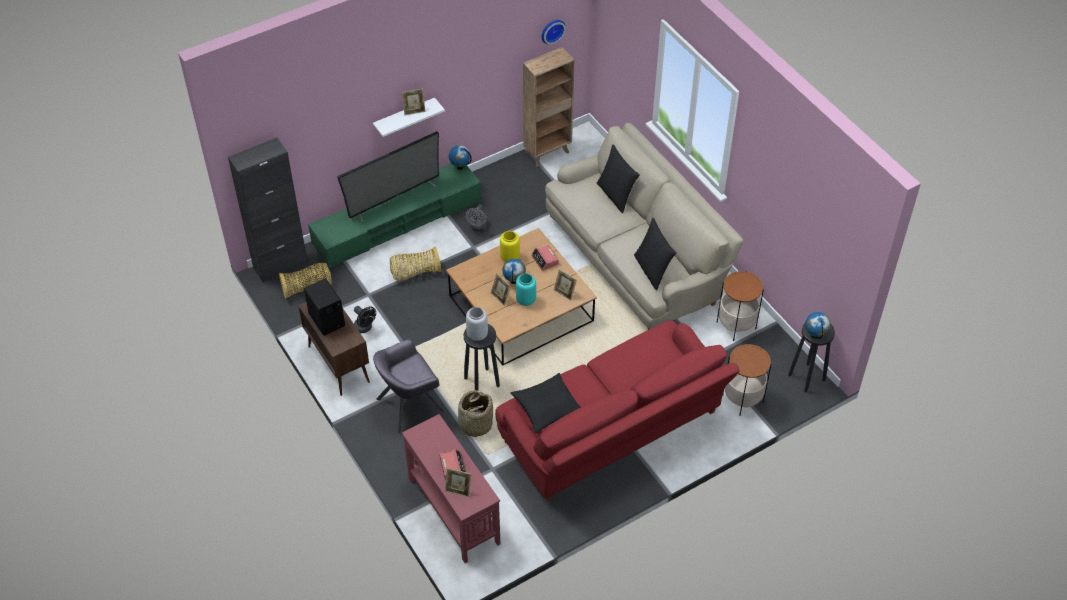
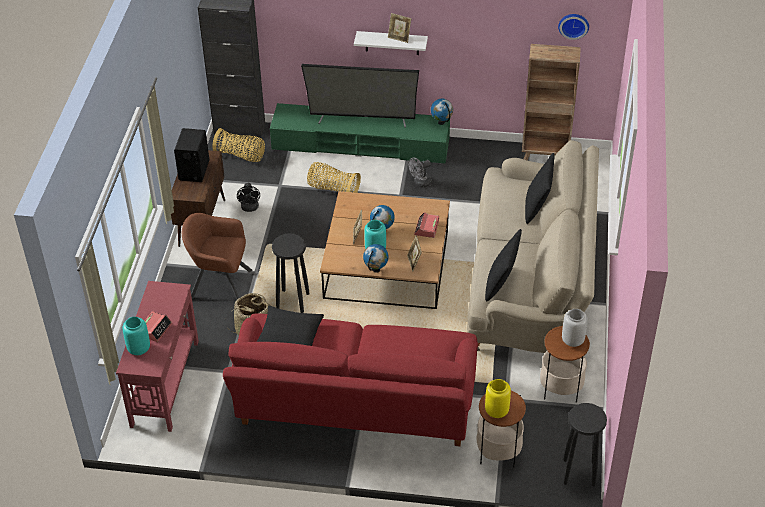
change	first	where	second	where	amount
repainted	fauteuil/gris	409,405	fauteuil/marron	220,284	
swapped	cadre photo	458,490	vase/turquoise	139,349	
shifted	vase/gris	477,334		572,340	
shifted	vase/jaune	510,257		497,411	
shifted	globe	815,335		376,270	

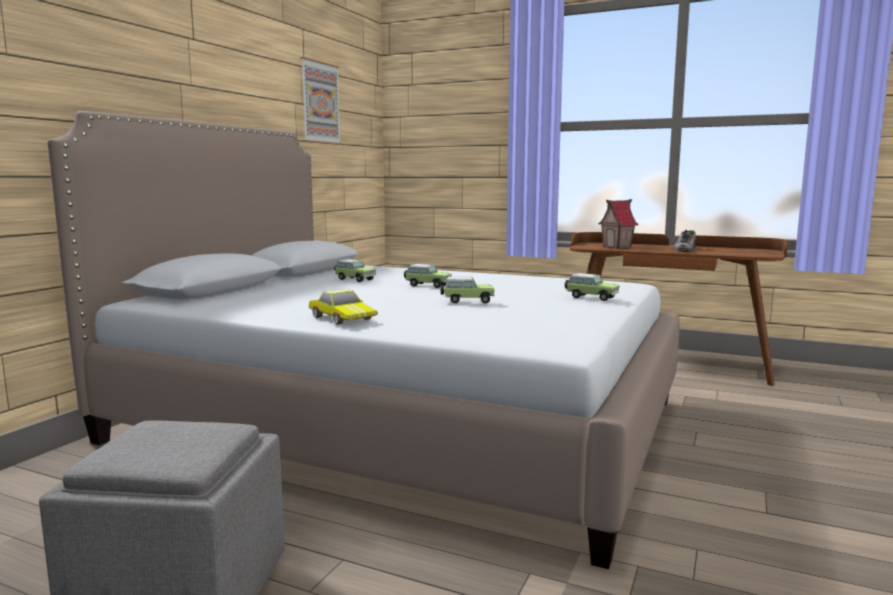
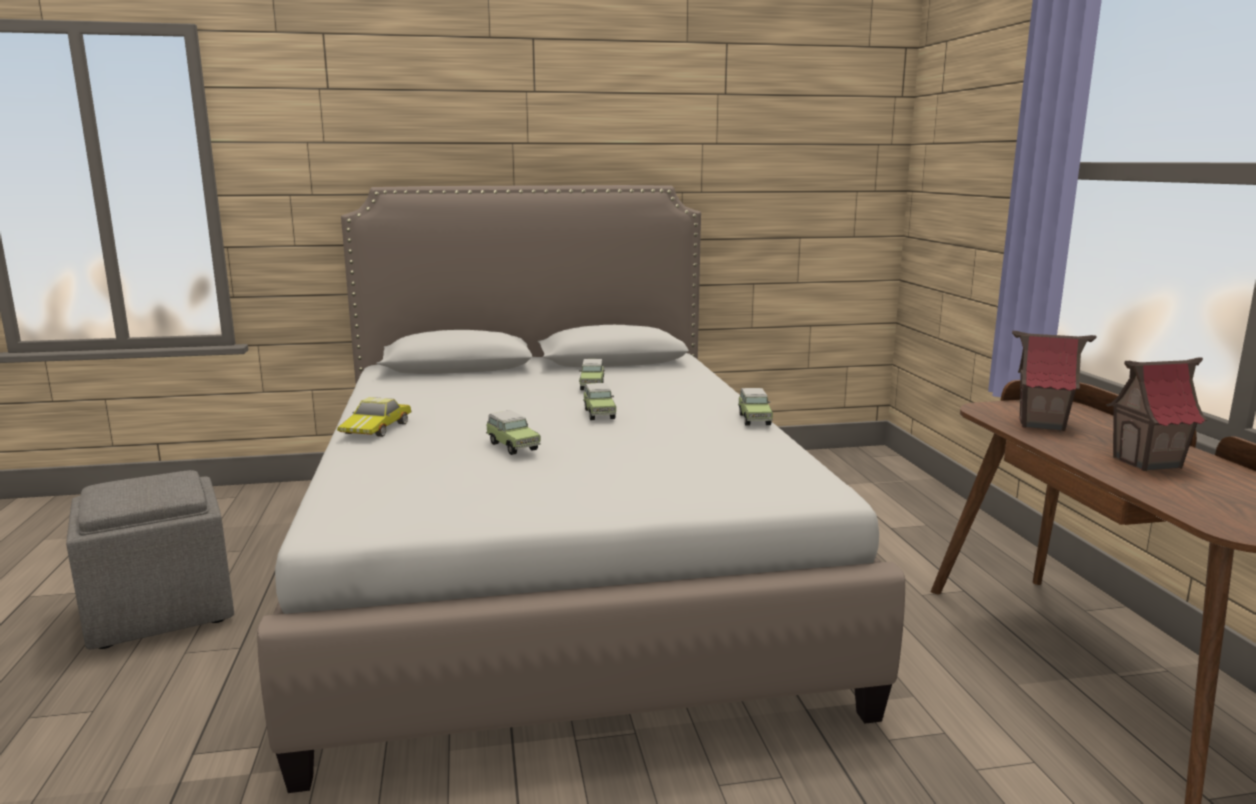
change	first	where	second	where	amount
gone	tableau	320,103			
shifted	petite voiture	590,297		754,419	
swapped	chaussure	684,249	maison miniature	1147,462	

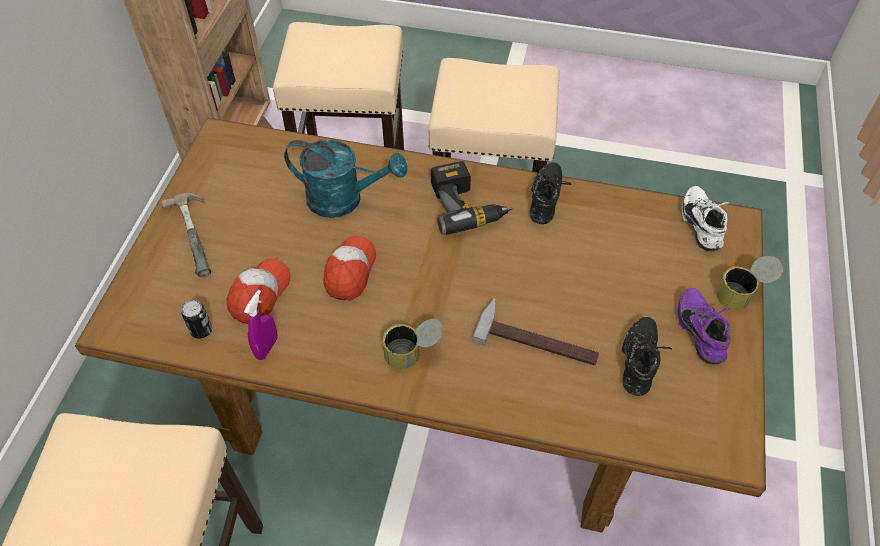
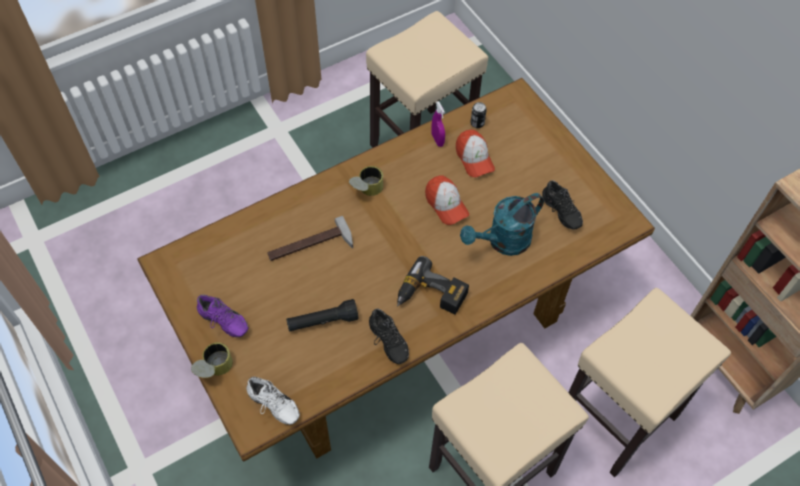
change	first	where	second	where	amount
gone	marteau	198,234			
shifted	chaussure/noir	641,362		559,212	
new			lampe de poche/noir	322,321	

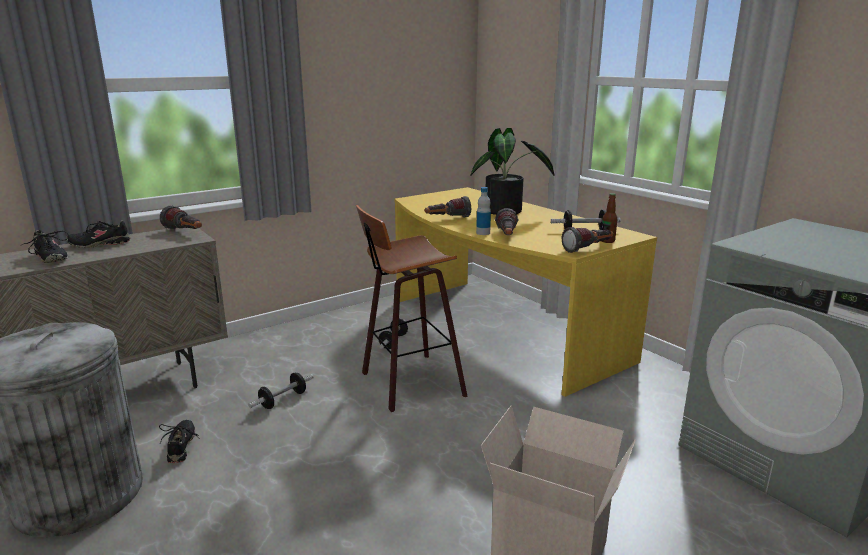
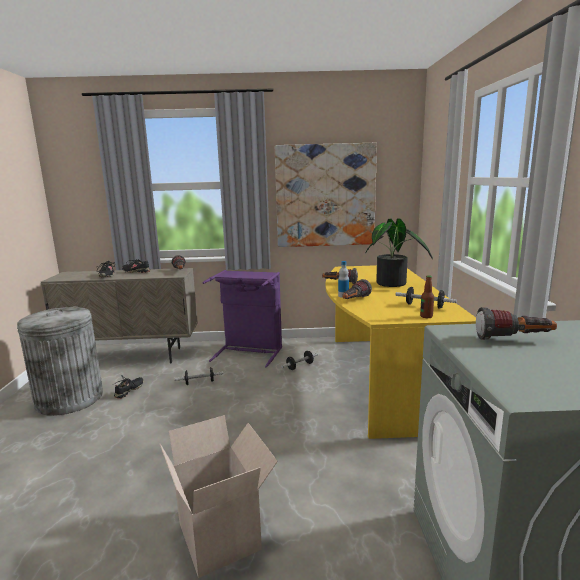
change	first	where	second	where	amount
gone	tabouret	408,383			
shifted	lampe de poche	588,249		513,340	
new			panier à linge/violet	249,352	
new			tableau	325,196	

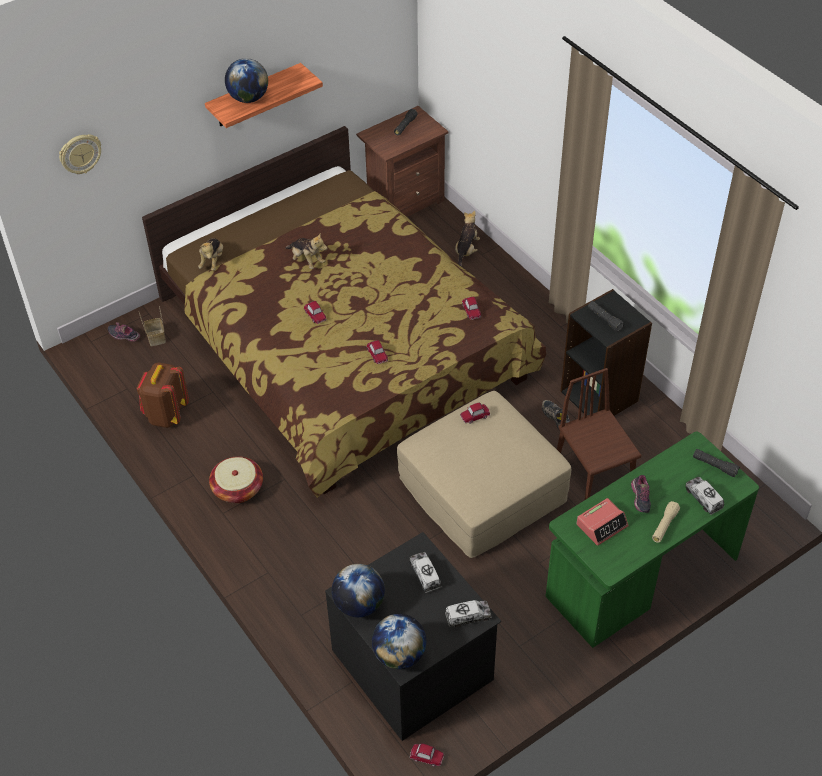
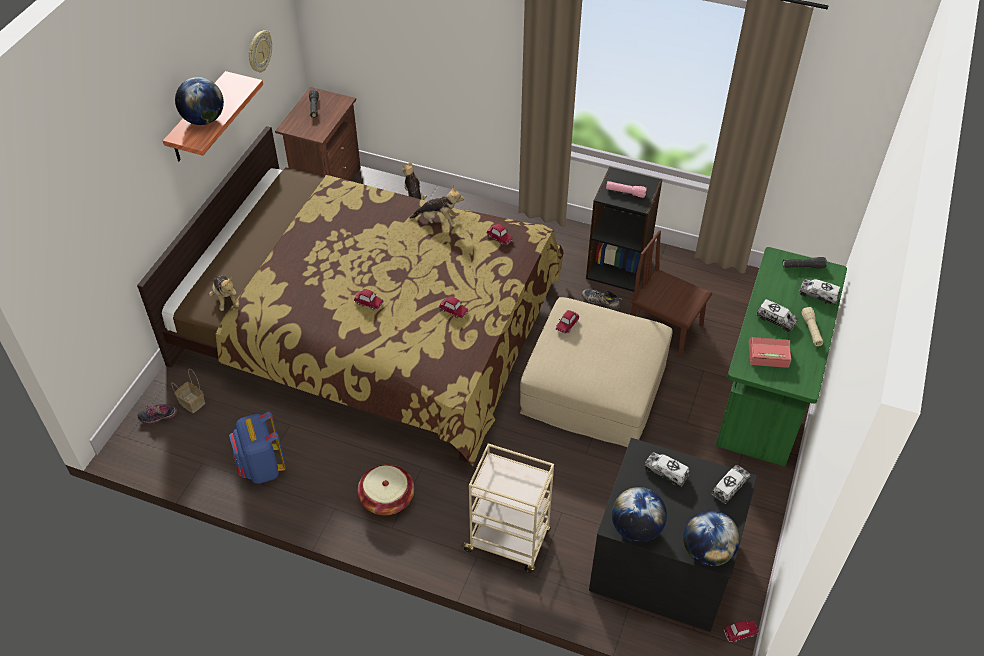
change	first	where	second	where	amount
shifted	horloge murale	80,154		259,51	
repainted	sac à dos/marron	166,415	sac à dos/bleu	262,468	
shifted	peluche	306,260		438,220	
rotated	réveil	602,525		768,354	105 degrees counterclockwise
repainted	lampe de poche/noir	604,319	lampe de poche/rose	625,192	
swapped	chaussure	639,499	camion jouet	776,320	
new			chariot/beige	508,541	

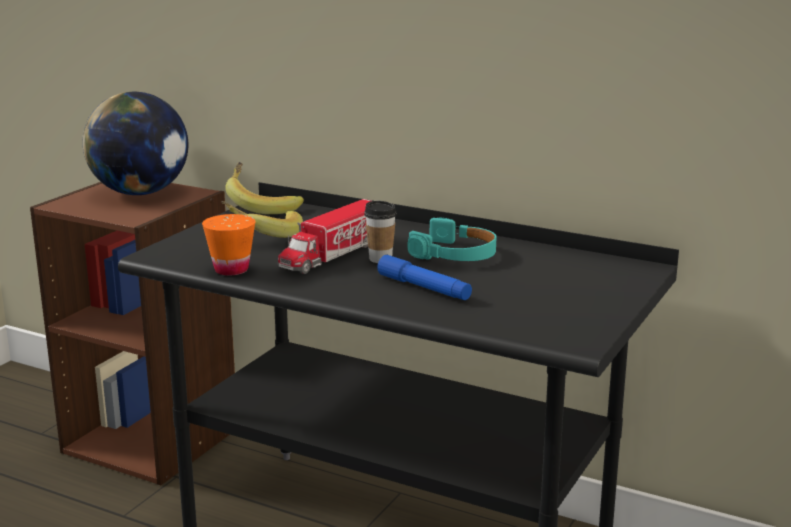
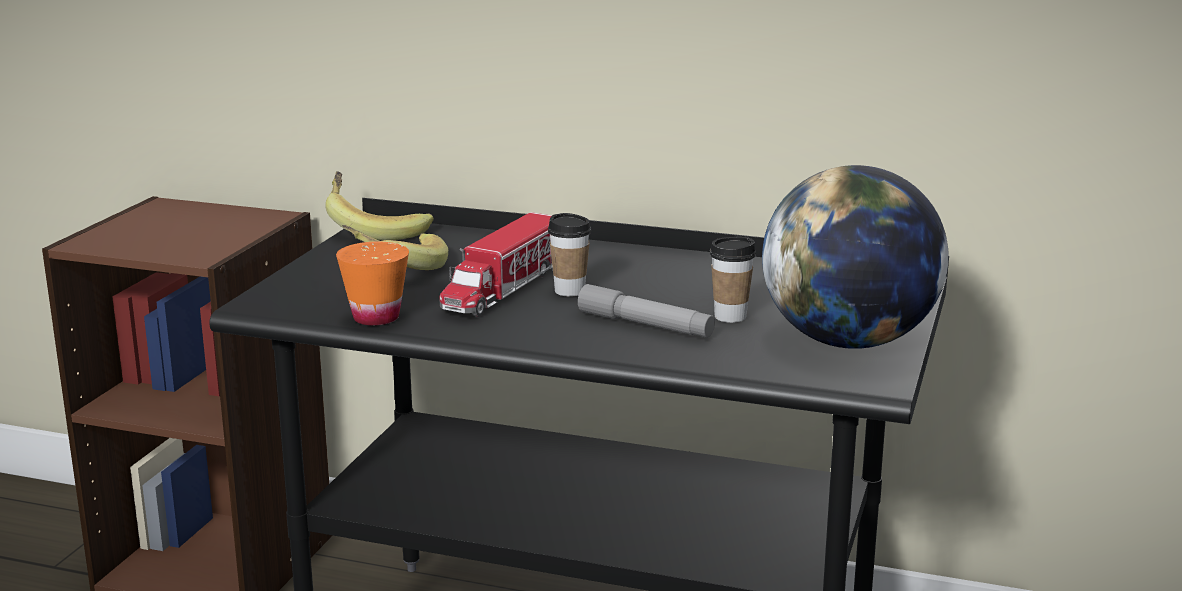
change	first	where	second	where	amount
shifted	globe	140,193		849,341	
repainted	lampe de poche/bleu	424,288	lampe de poche/gris	645,325	
gone	casque audio/turquoise	455,254			
new			tasse	730,317	

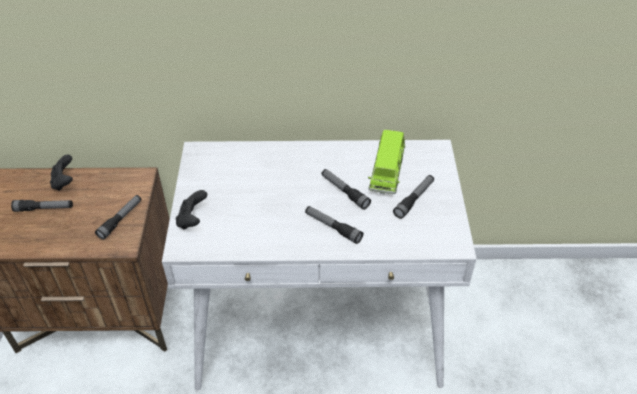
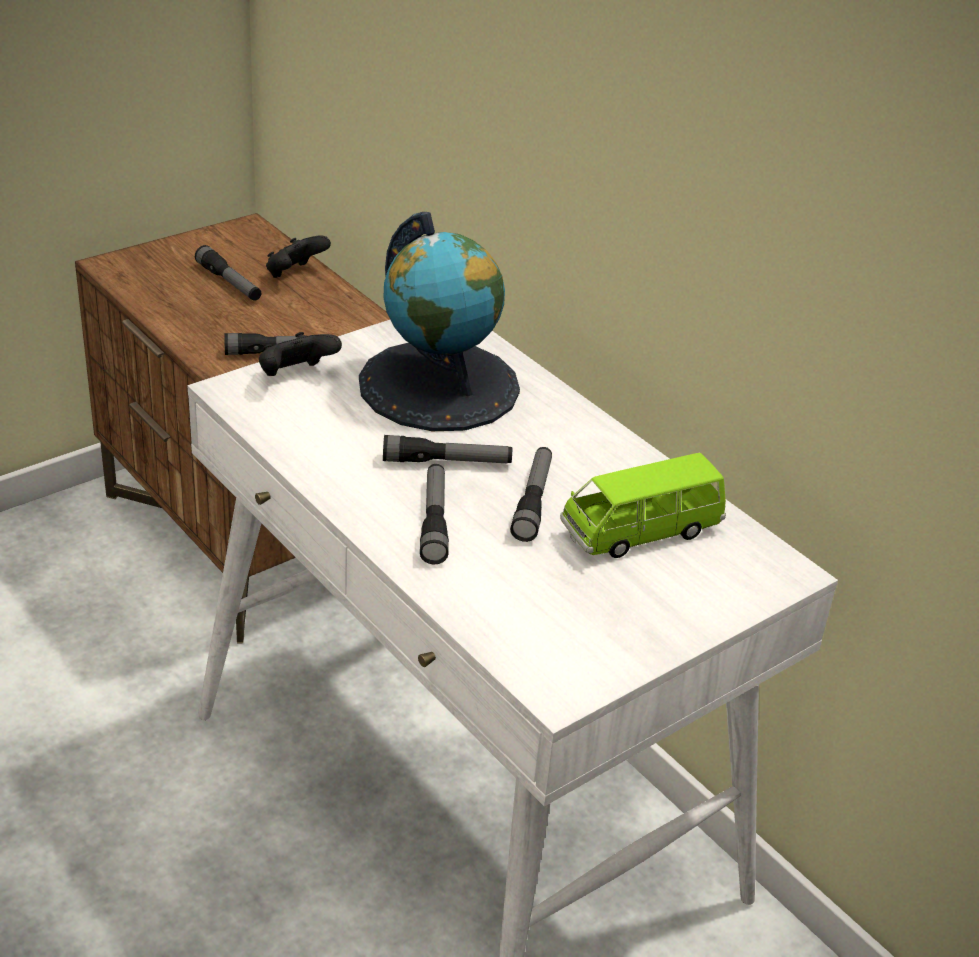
change	first	where	second	where	amount
shifted	lampe de poche	414,199		447,462	
new			globe	439,385	

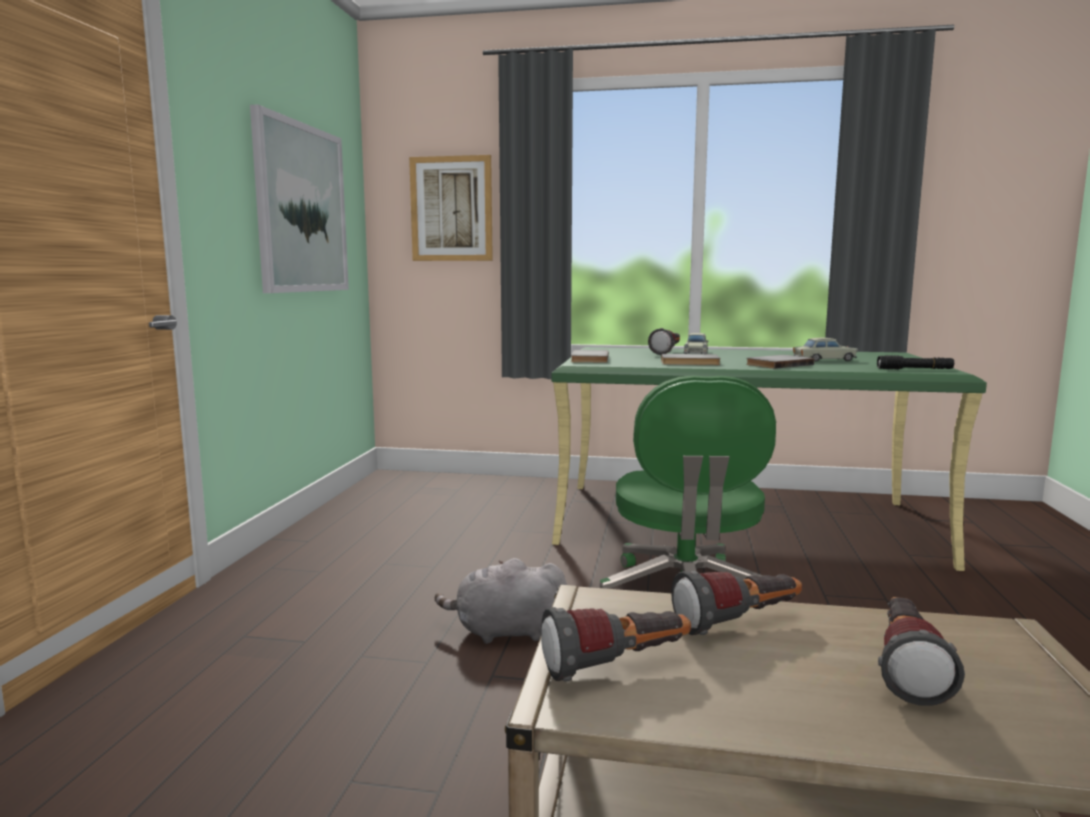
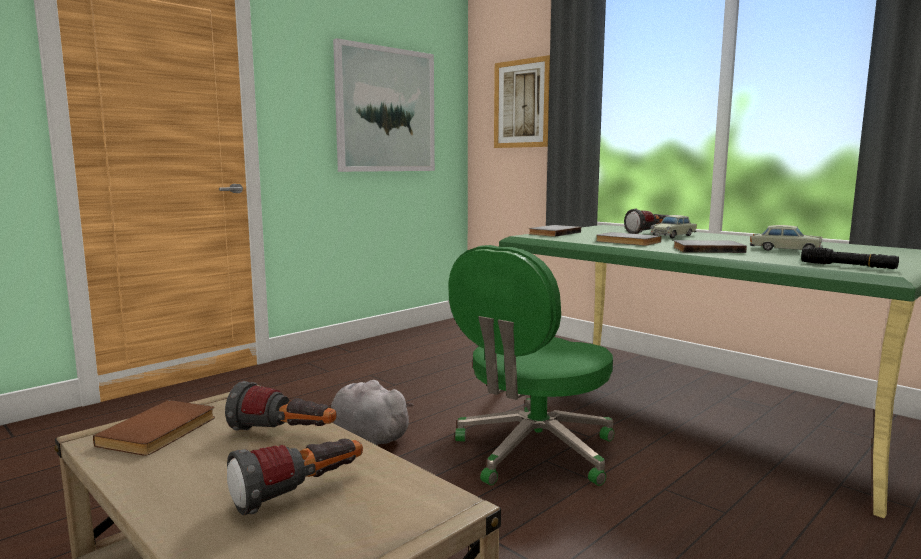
change	first	where	second	where	amount
swapped	lampe de poche	617,667	livre/marron	161,431	

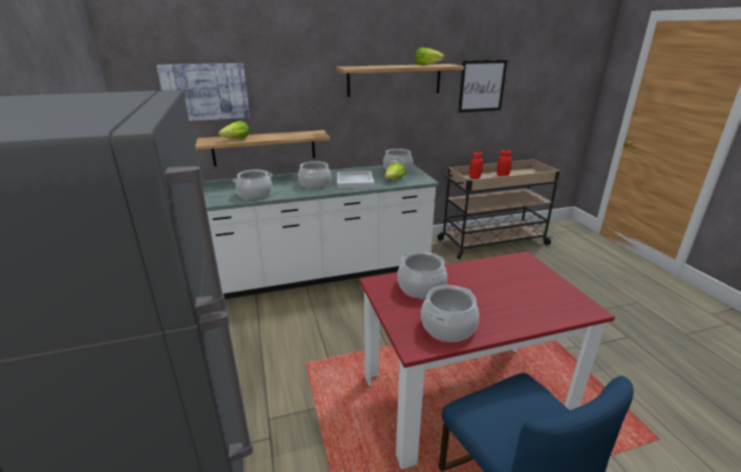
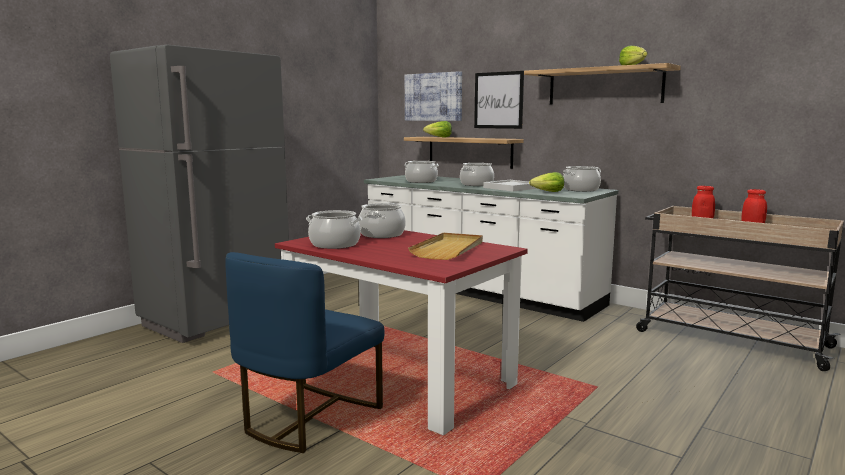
change	first	where	second	where	amount
shifted	tableau	482,86		498,100	
new			plateau/beige	449,249	

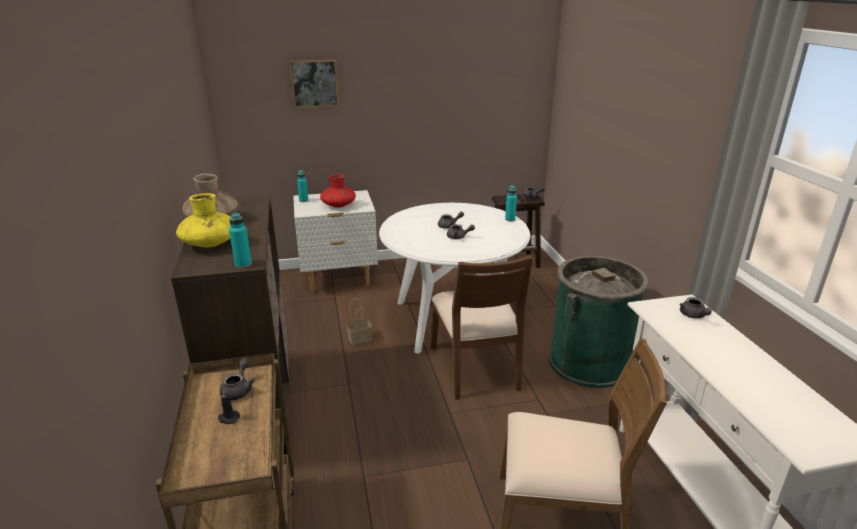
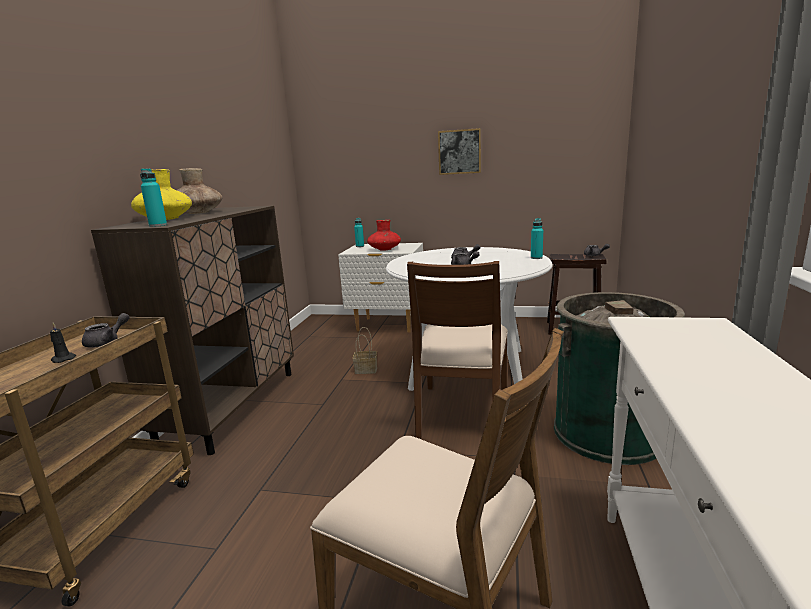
change	first	where	second	where	amount
shifted	tableau	314,83		459,152	
gone	théière/gris	693,316			

